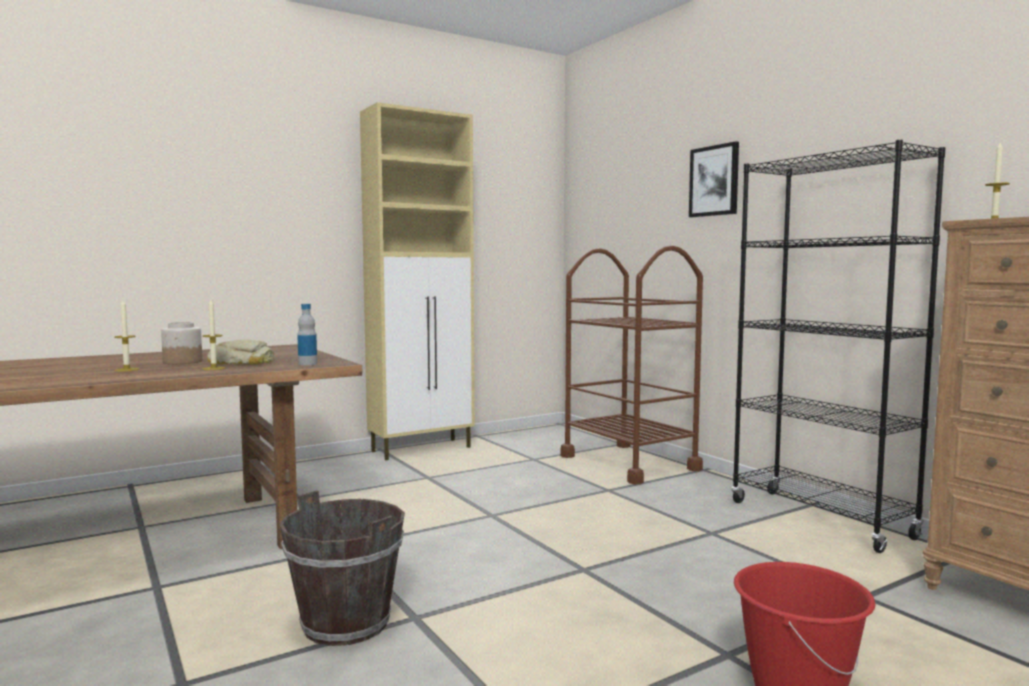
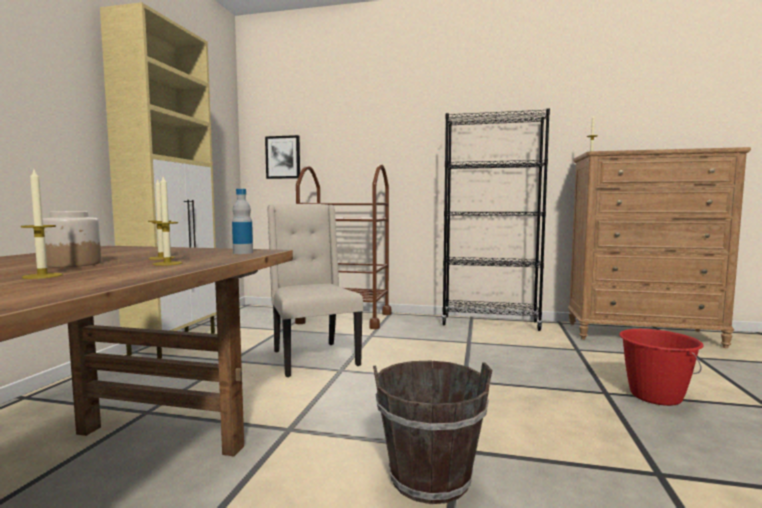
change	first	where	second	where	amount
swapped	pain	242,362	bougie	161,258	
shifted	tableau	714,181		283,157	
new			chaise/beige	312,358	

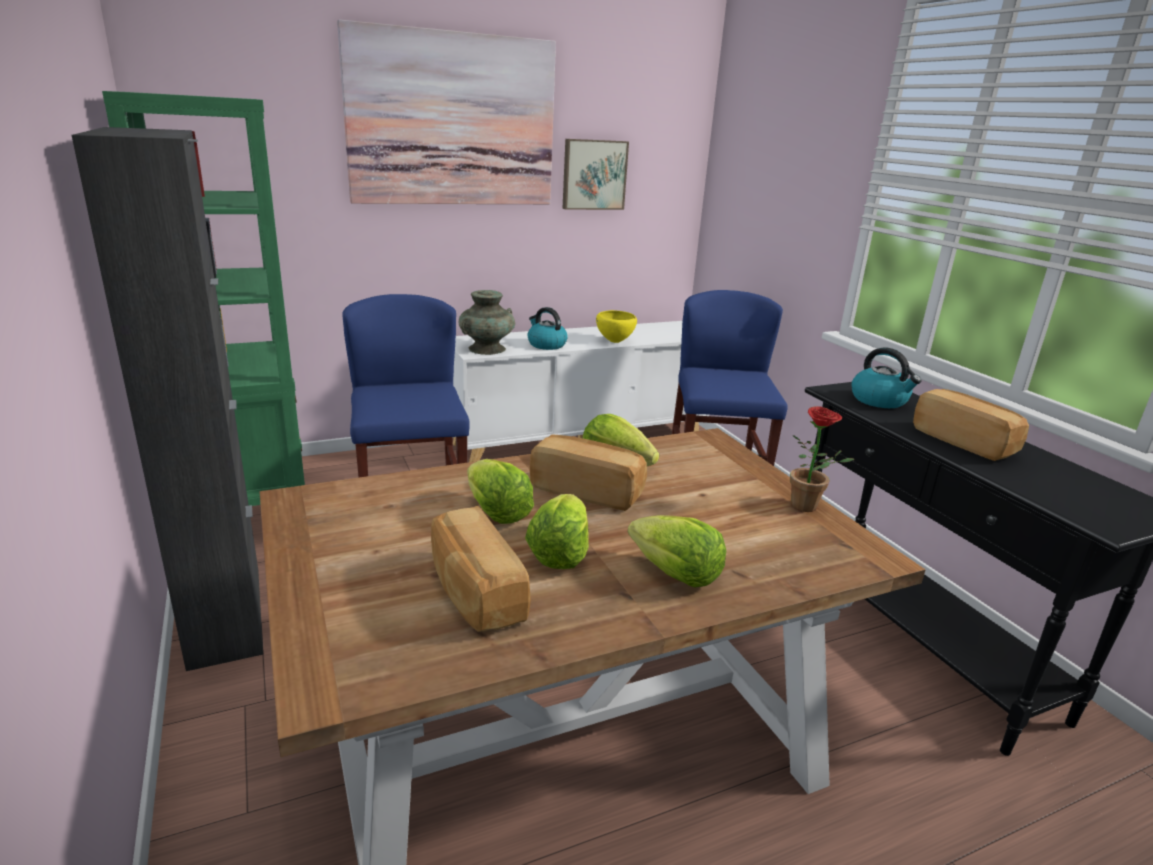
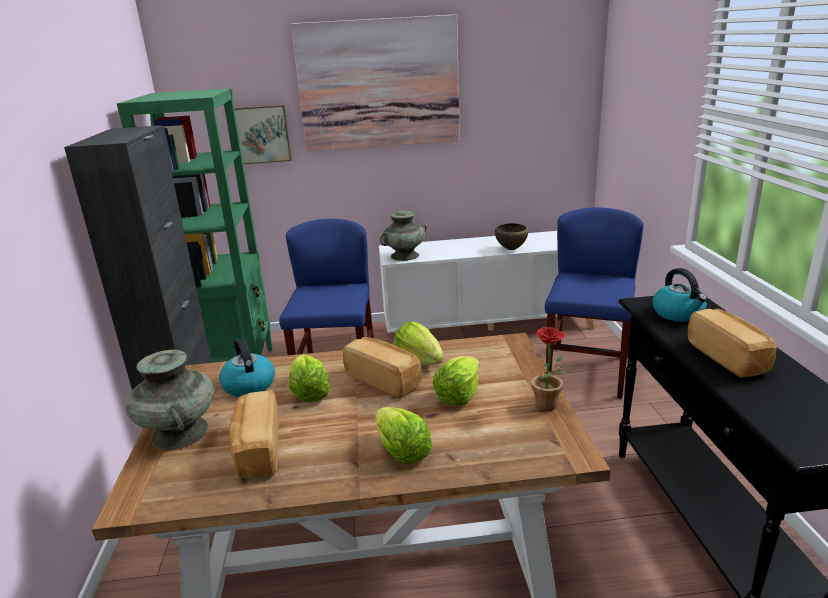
change	first	where	second	where	amount
shifted	laitue	560,553		459,395	
shifted	bouilloire	546,345		248,385	
shifted	tableau	593,174		261,134	
repainted	bol/jaune	615,342	bol/marron	511,249	
new			vase/turquoise	180,433	

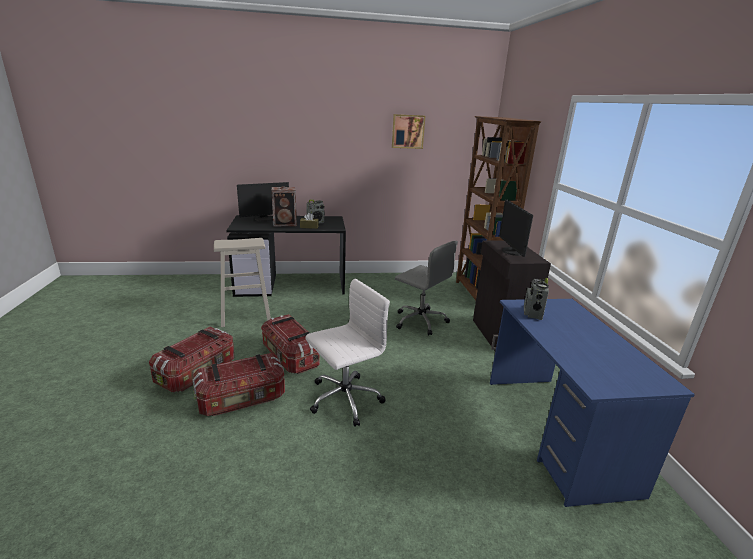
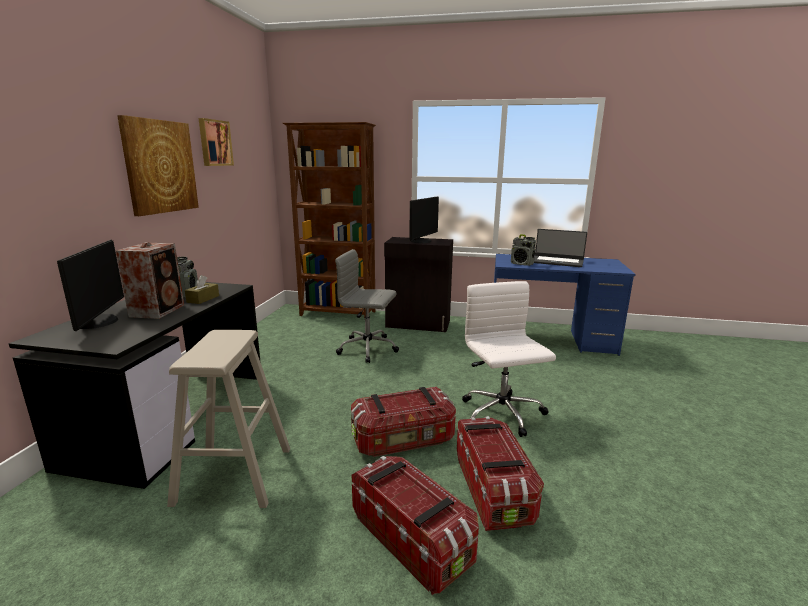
change	first	where	second	where	amount
rotated	chaise de bureau/gris	420,321		369,349	135 degrees counterclockwise
rotated	écran d'ordinateur	512,251		421,241	75 degrees counterclockwise
new			tableau	160,166	
new			ordinateur portable	557,262	

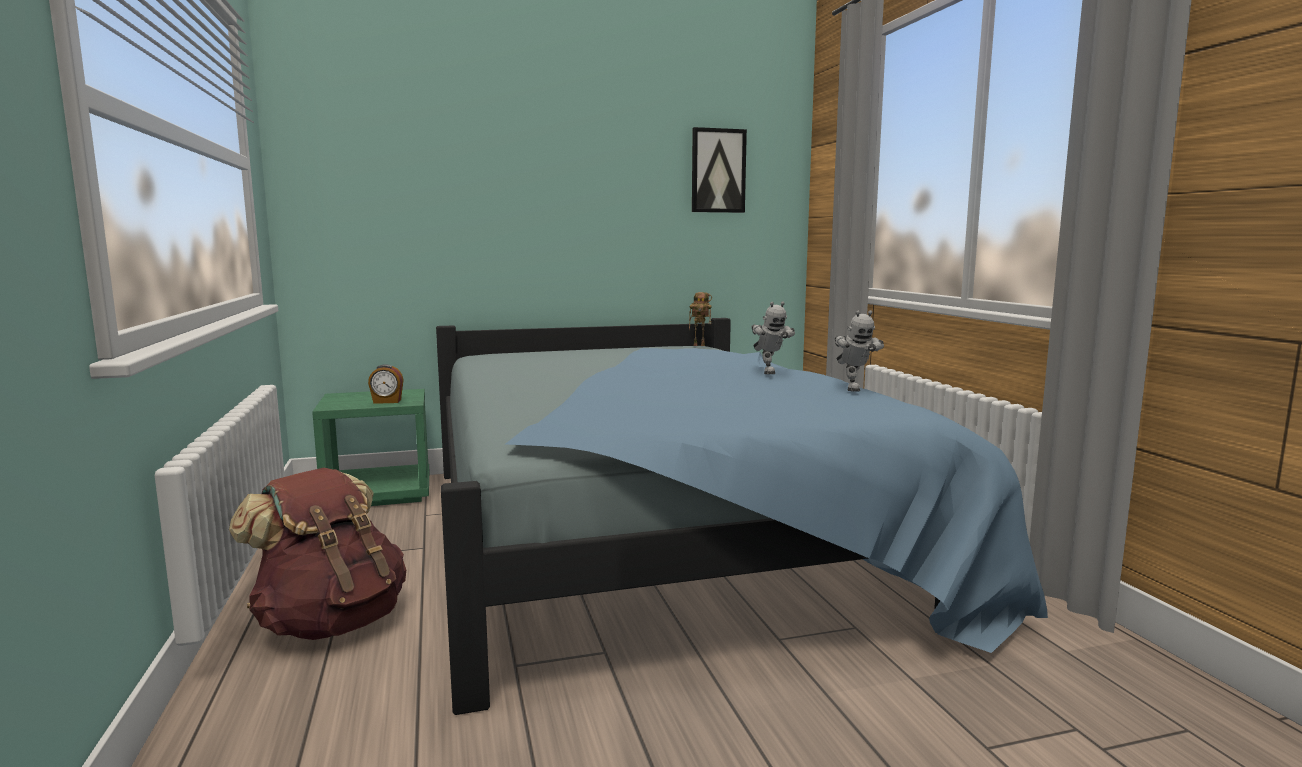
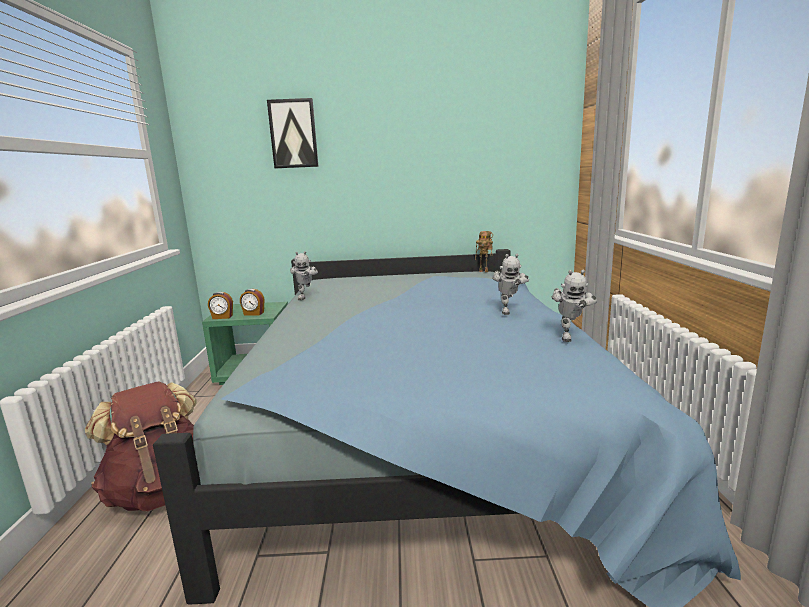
change	first	where	second	where	amount
shifted	tableau	718,171		293,134	
new			réveil	222,317	
new			robot jouet	306,297	

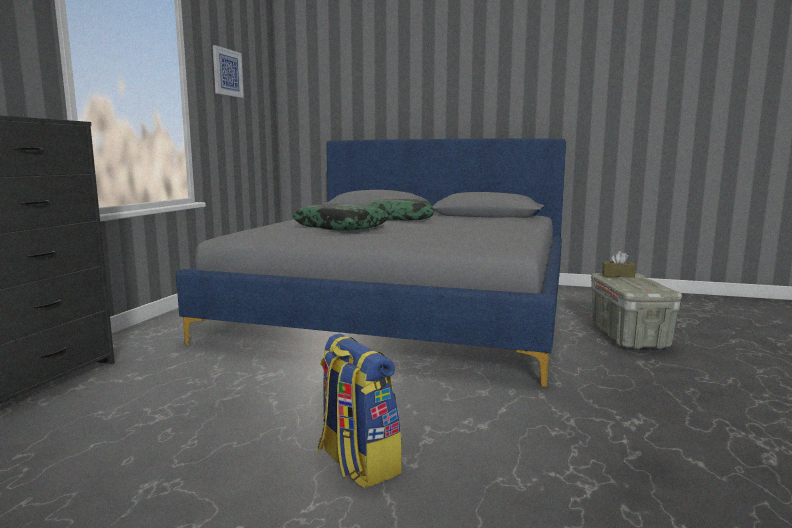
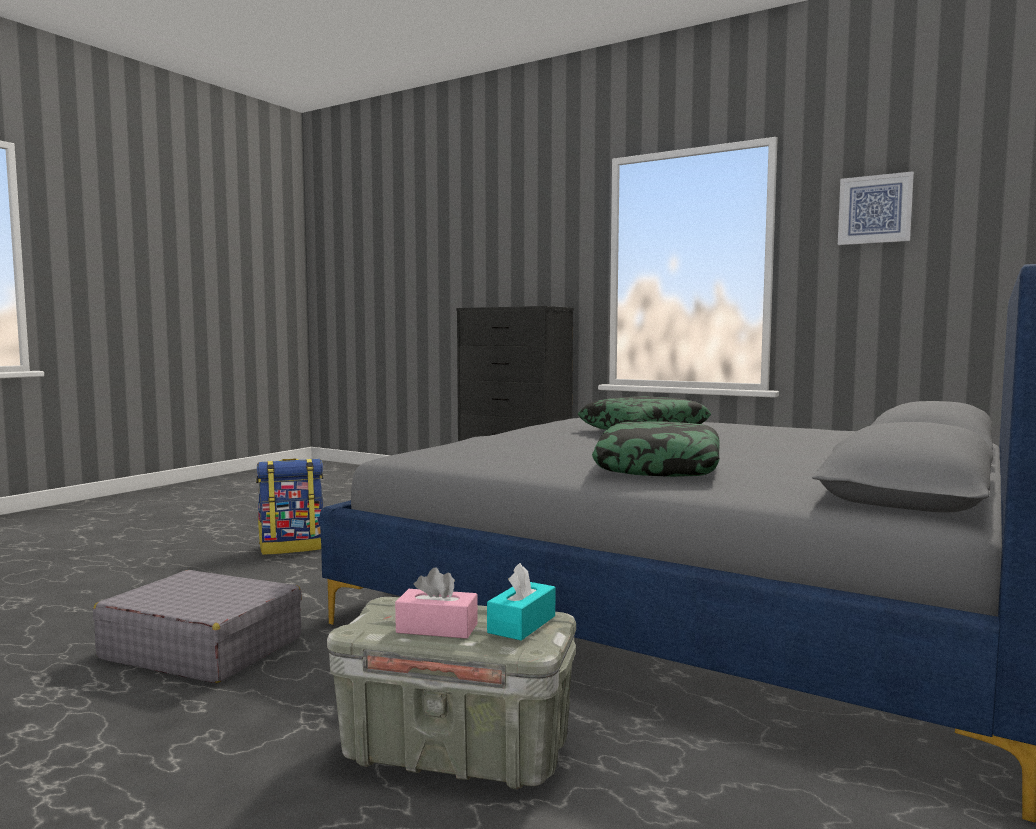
change	first	where	second	where	amount
shifted	coussin	398,218		659,467	
repainted	boîte à mouchoirs/marron	618,275	boîte à mouchoirs/turquoise	522,624	
new			valise/gris	202,648	
new			boîte à mouchoirs/rose	437,628	

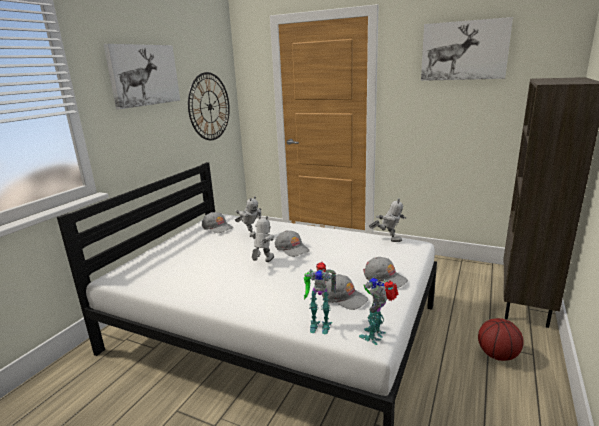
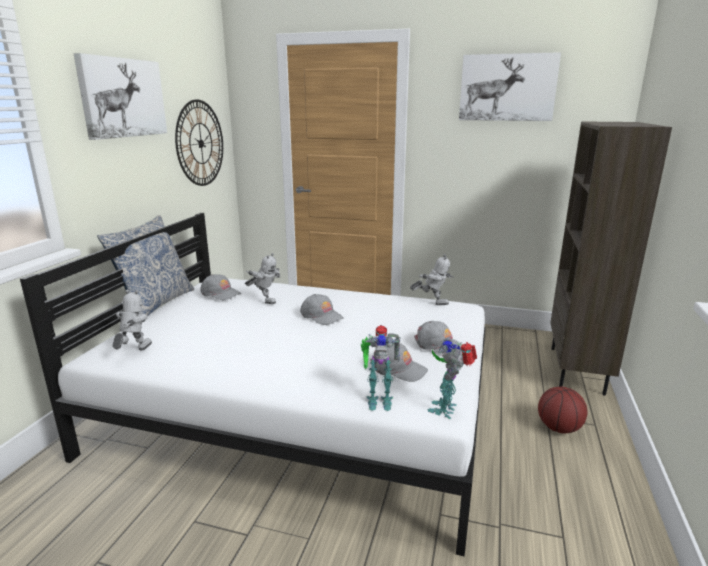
change	first	where	second	where	amount
shifted	robot jouet	263,263		134,352	
new			coussin	156,303	

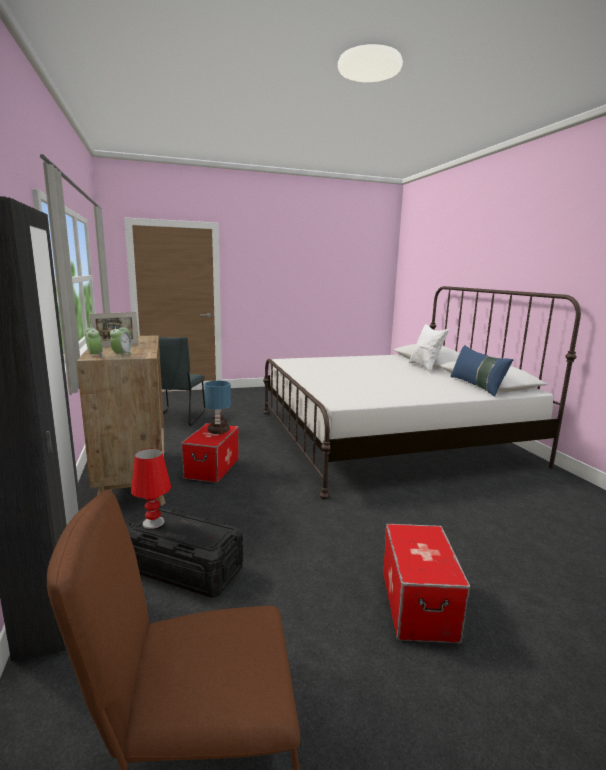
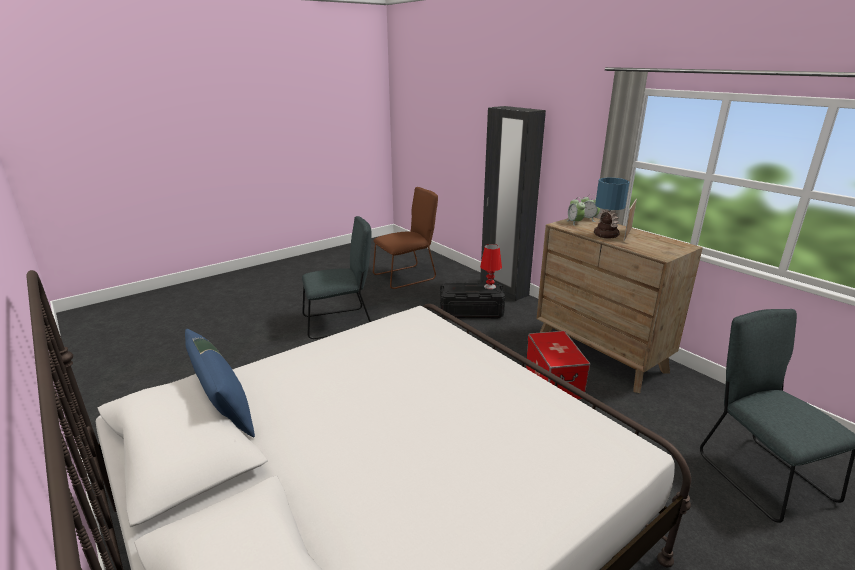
change	first	where	second	where	amount
shifted	lampe de table	219,431		605,235	
swapped	boîte de rangement	417,604	chaise/gris	340,322	
gone	coussin/blanc	425,367			

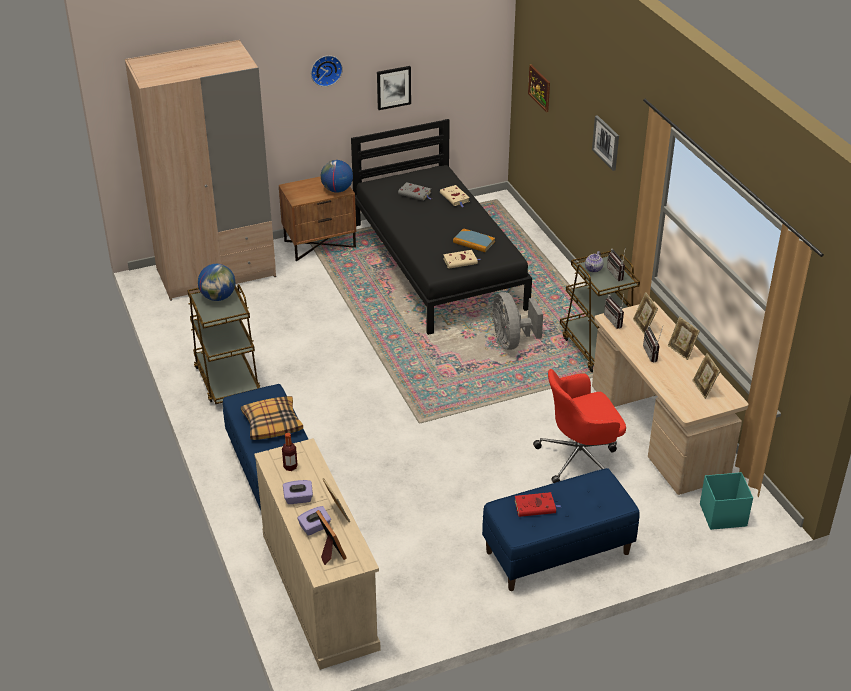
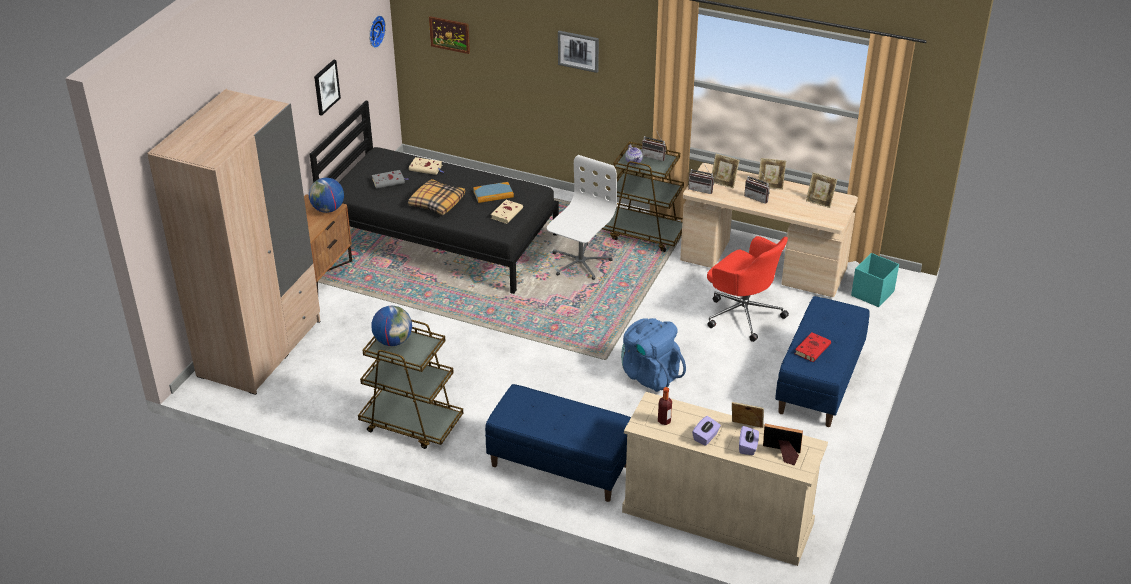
change	first	where	second	where	amount
shifted	coussin	272,423		436,202	
shifted	horloge murale	325,69		375,31	
swapped	ventilateur/gris	511,341	chaise de bureau/blanc	580,262	
rotated	chaise de bureau/rouge	580,458		743,313	75 degrees counterclockwise
new			sac à dos/bleu	649,374	

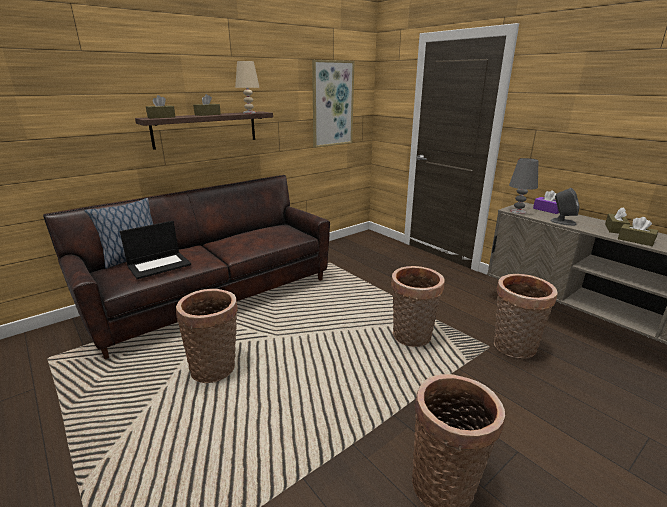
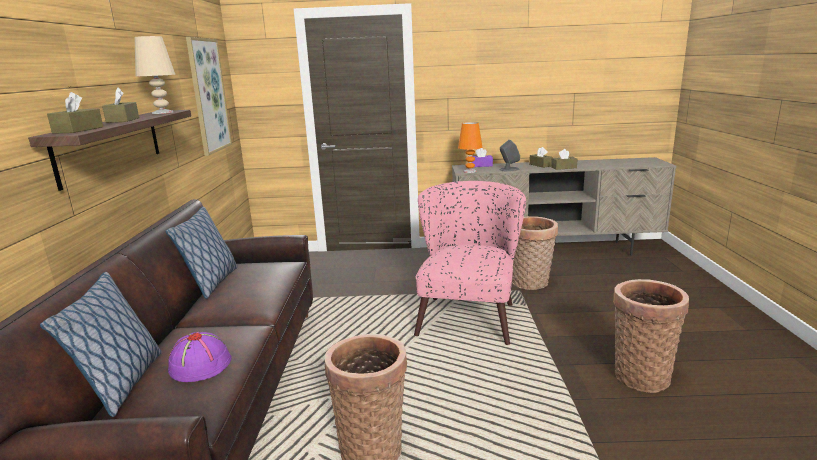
change	first	where	second	where	amount
swapped	ordinateur portable	159,265	chapeau/violet	199,365	
swapped	panier	412,337	fauteuil/rose	469,314	
repainted	lampe de table/gris	518,211	lampe de table/orange	470,171	
new			coussin	212,283	

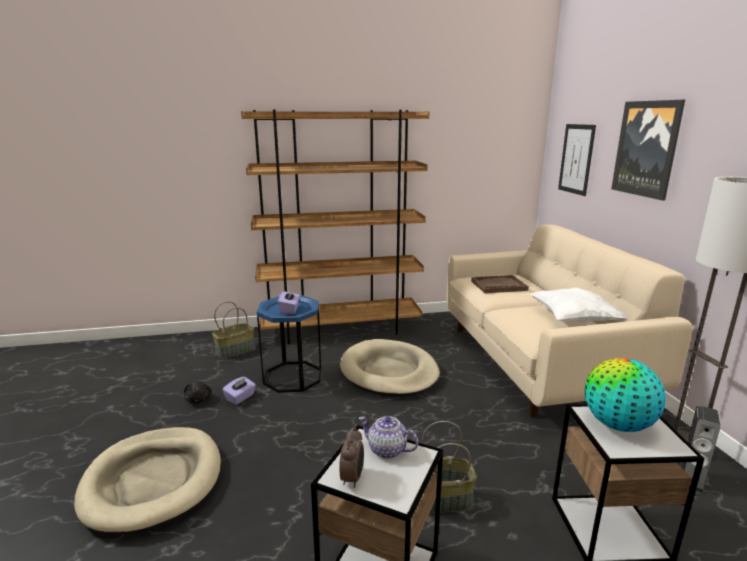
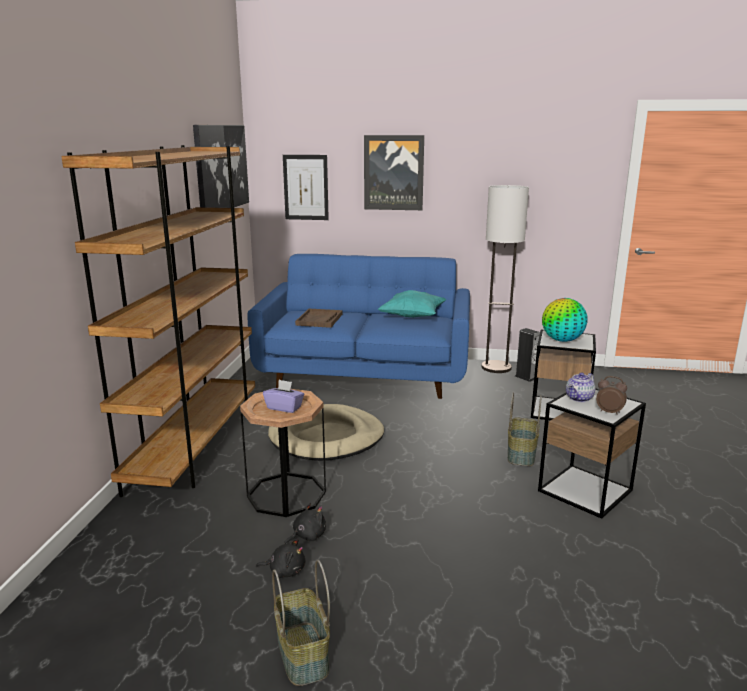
change	first	where	second	where	amount
gone	panier pour chien/beige	153,481			
shifted	panier	235,350		301,653	
swapped	boîte à mouchoirs/violet	240,398	peluche/noir	307,536	
repainted	table d'appoint/bleu	292,376	table d'appoint/marron	286,494	
repainted	canapé/beige	537,362	canapé/bleu	366,374	
repainted	coussin/blanc	574,320	coussin/turquoise	412,317	
new			tableau	221,167	

